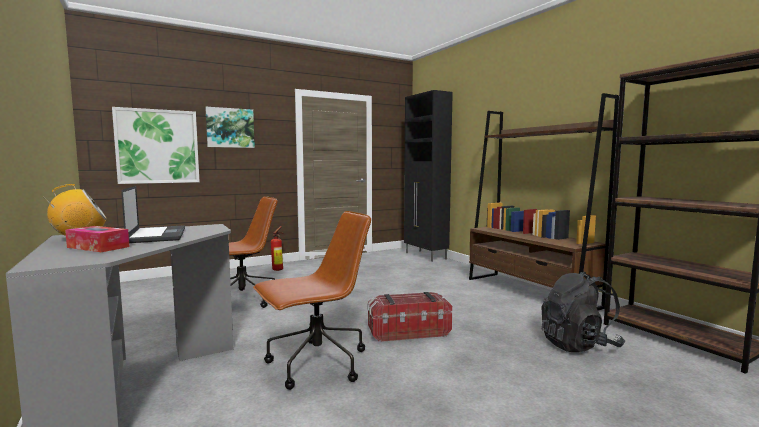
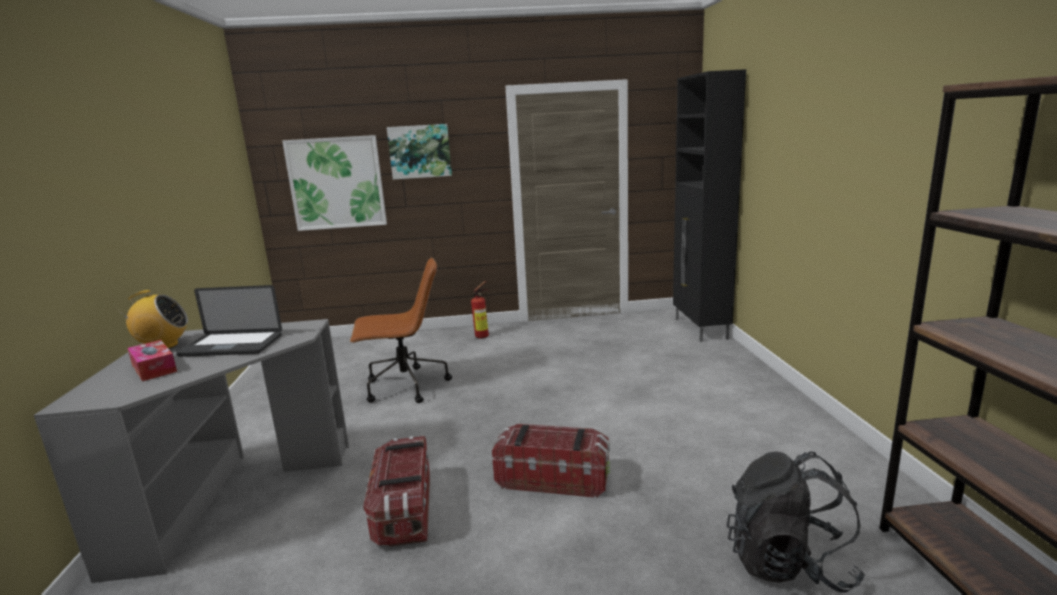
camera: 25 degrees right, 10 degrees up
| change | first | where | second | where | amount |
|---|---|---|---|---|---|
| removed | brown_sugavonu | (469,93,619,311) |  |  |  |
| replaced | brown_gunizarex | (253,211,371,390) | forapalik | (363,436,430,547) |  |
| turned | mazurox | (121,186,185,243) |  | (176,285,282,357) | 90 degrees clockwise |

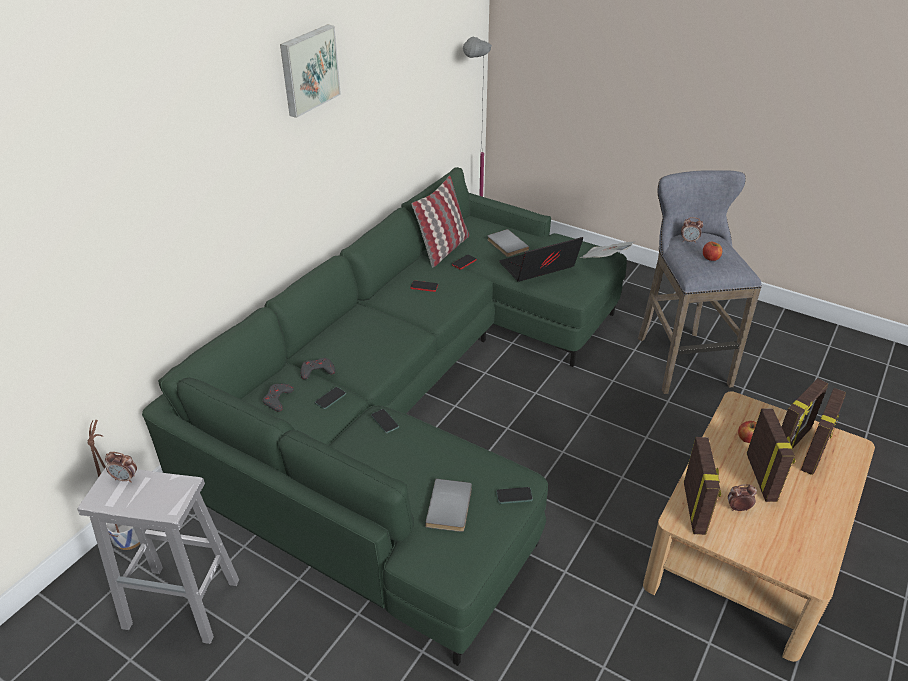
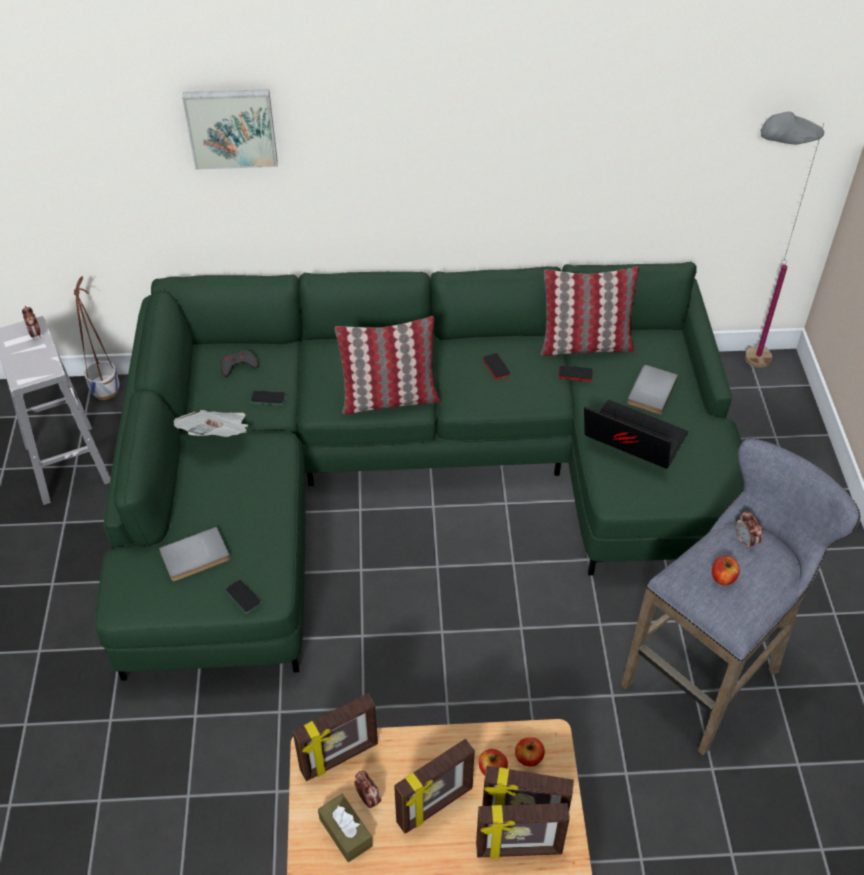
camera: 55 degrees right, 10 degrees up
| change | first | where | second | where | amount |
|---|---|---|---|---|---|
| removed | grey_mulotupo | (300,358,335,379) |  |  |  |
| removed | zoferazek | (371,409,399,433) |  |  |  |
| added |  |  | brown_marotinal | (318,794,373,862) |  |
| added |  |  | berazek | (335,316,440,414) |  |
| added |  |  | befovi | (515,738,545,767) |  |
| moved | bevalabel | (280,24,341,118) |  | (182,89,278,170) |  |
| moved | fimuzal | (580,241,635,258) |  | (174,410,248,437) |  |

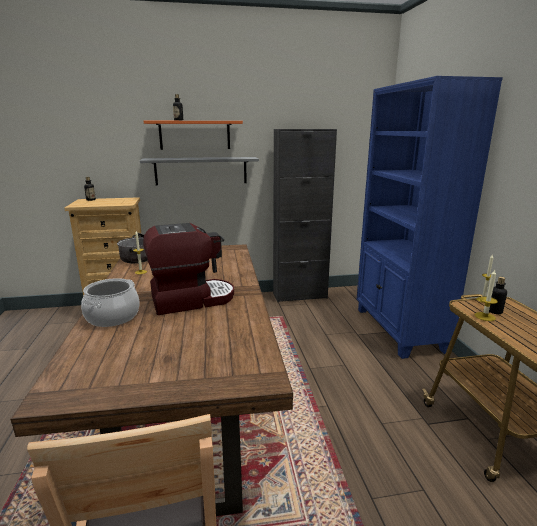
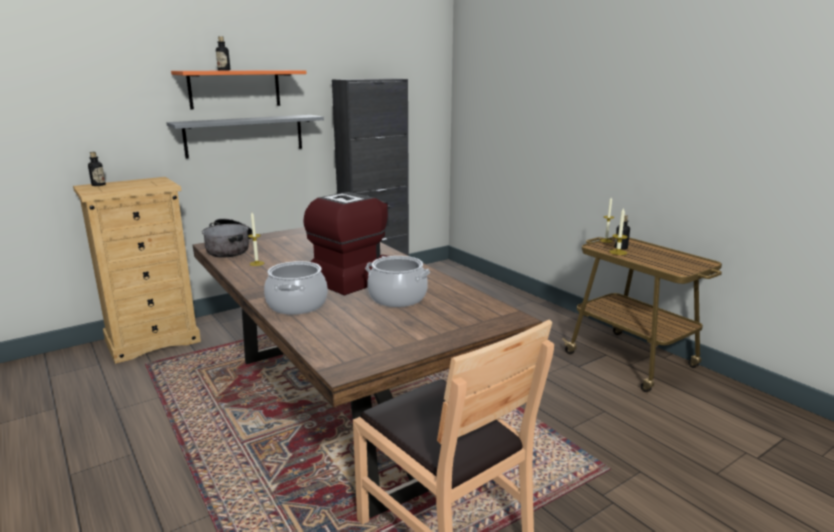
camera: 25 degrees left, 0 degrees up
| change | first | where | second | where | amount |
|---|---|---|---|---|---|
| removed | blue_sugavonu | (357,76,503,359) |  |  |  |
| added |  |  | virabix | (365,256,430,307) |  |

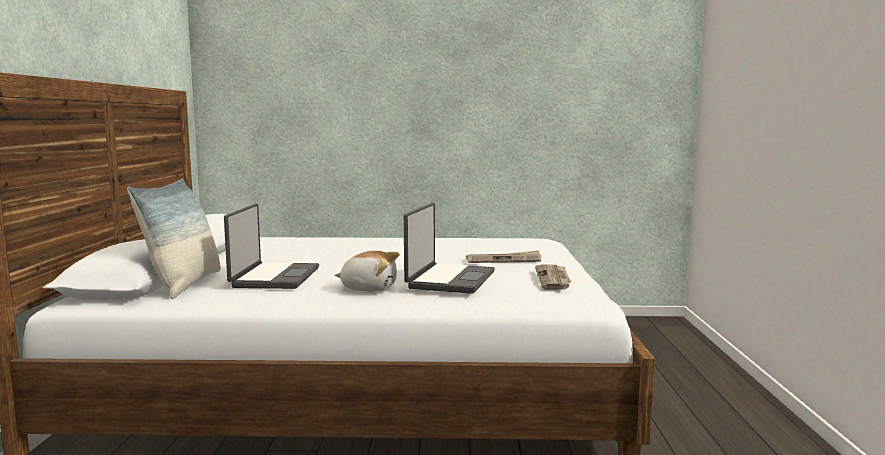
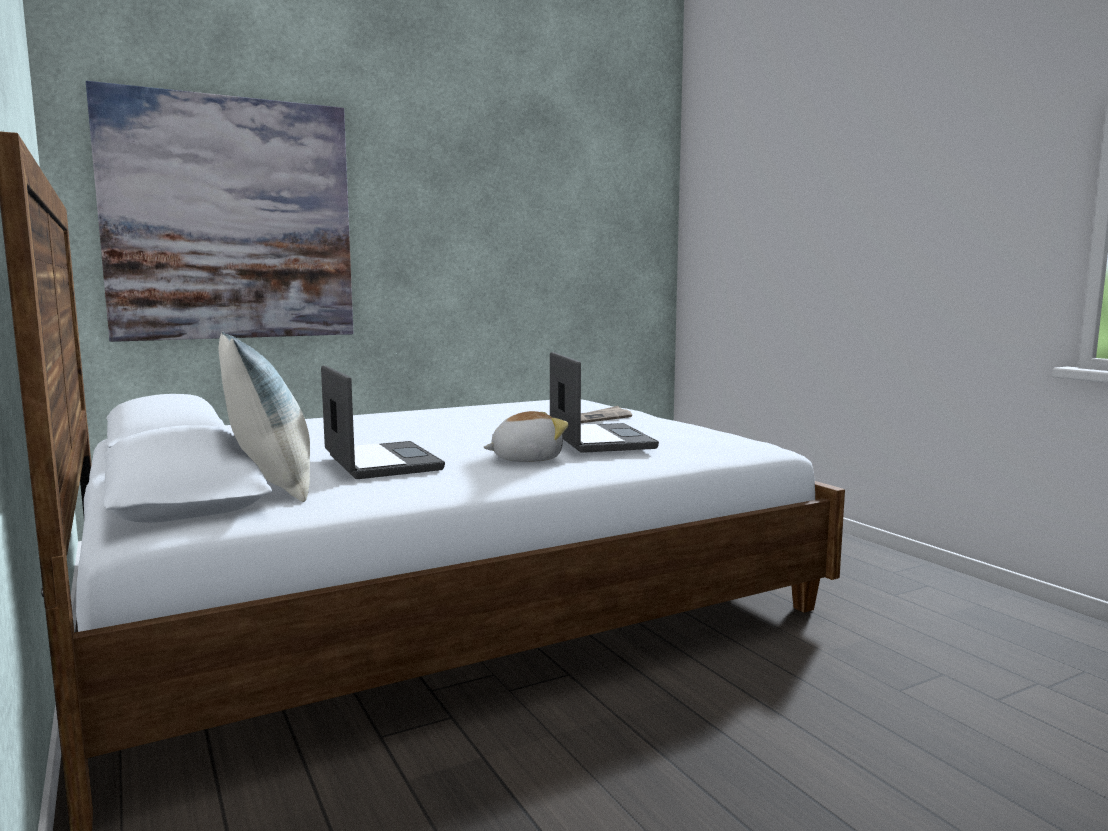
camera: 30 degrees left, 0 degrees up
| change | first | where | second | where | amount |
|---|---|---|---|---|---|
| removed | fimuzal | (535,264,571,290) |  |  |  |
| added |  |  | bevalabel | (86,81,353,342) |  |

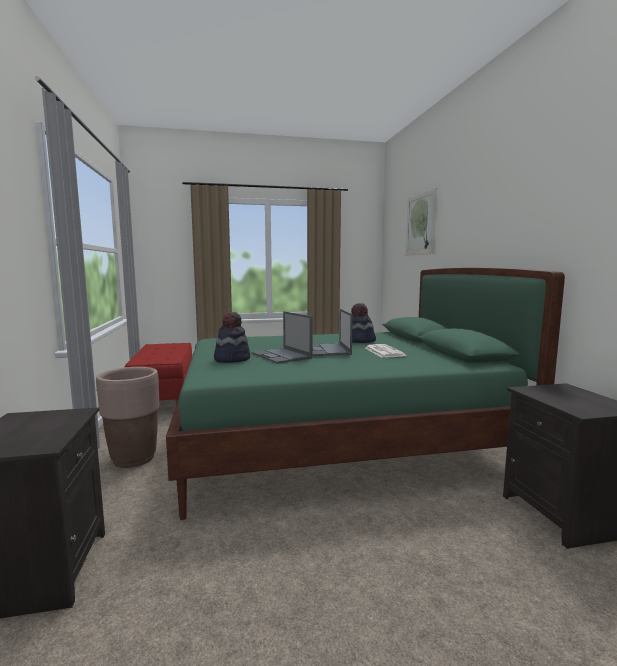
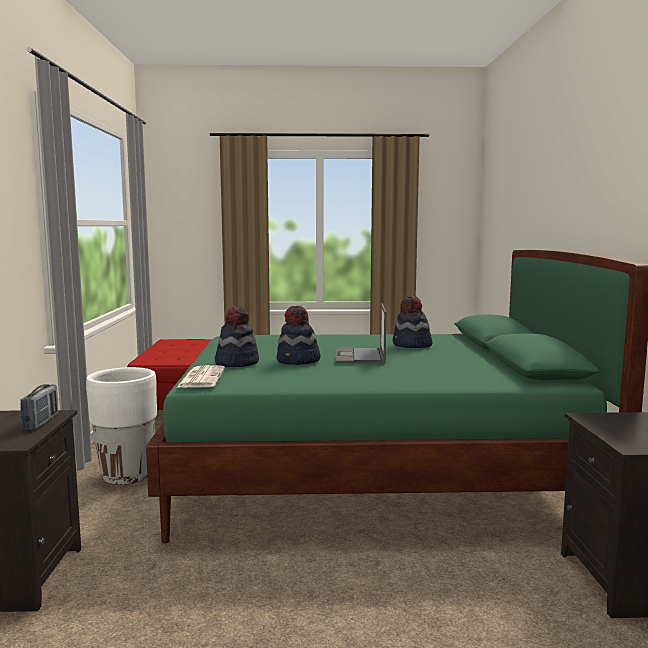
camera: 10 degrees right, 0 degrees up
| change | first | where | second | where | amount |
|---|---|---|---|---|---|
| removed | bevalabel | (406,188,437,256) |  |  |  |
| added |  |  | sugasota | (20,384,58,431) |  |
| moved | fimuzal | (365,344,407,358) |  | (177,365,225,388) |  |
| replaced | mazurox | (251,311,312,364) | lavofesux | (277,306,321,365) |  |
| recoloured | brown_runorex | (96,367,160,468) | white_runorex | (86,367,157,485) |  |

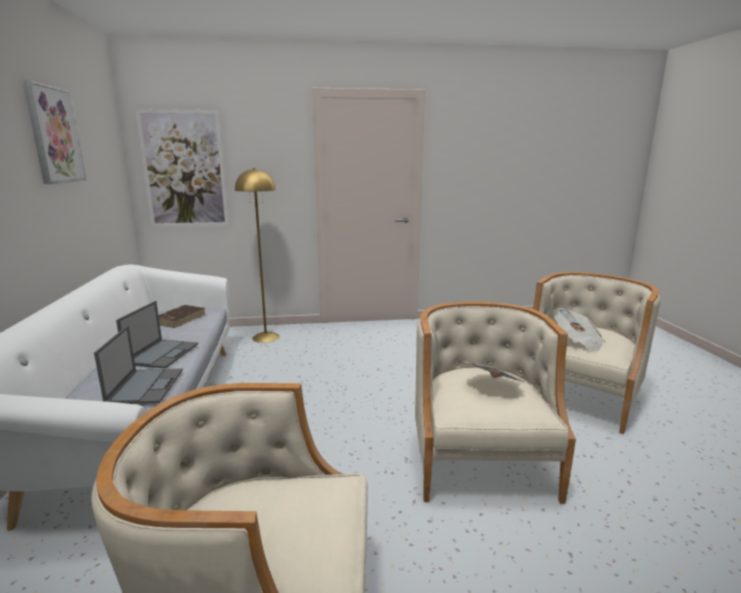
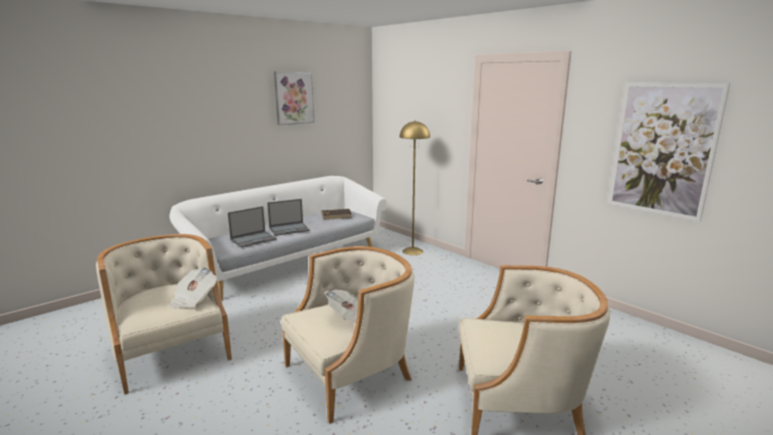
camera: 55 degrees right, 0 degrees up
| change | first | where | second | where | amount |
|---|---|---|---|---|---|
| moved | bevalabel | (135,109,229,227) |  | (608,82,730,221) |  |
| moved | fimuzal | (555,308,605,352) |  | (169,267,217,309) |  |

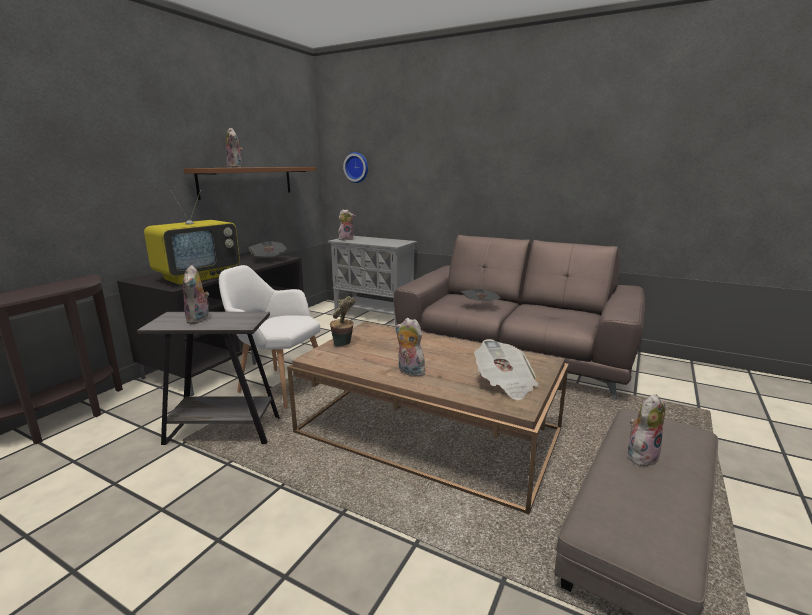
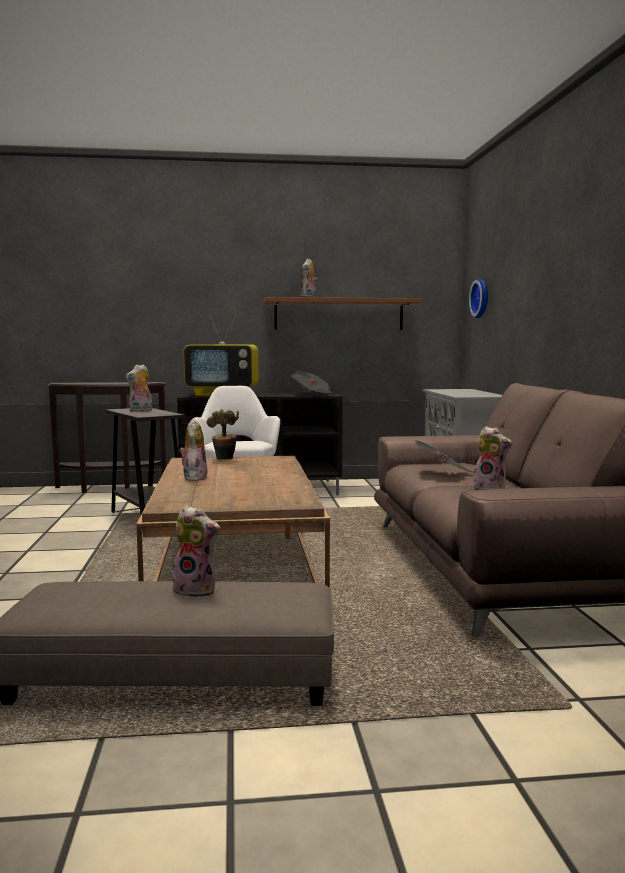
camera: 55 degrees right, 10 degrees down
| change | first | where | second | where | amount |
|---|---|---|---|---|---|
| removed | fimuzal | (474,339,539,400) |  |  |  |
| moved | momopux | (339,209,355,240) |  | (473,426,512,490) |  |

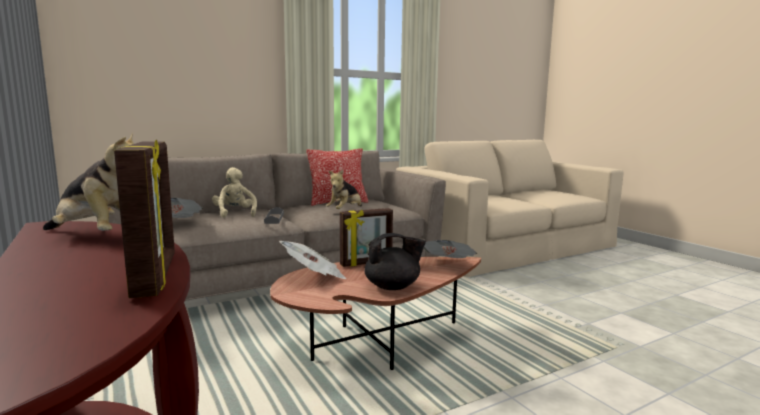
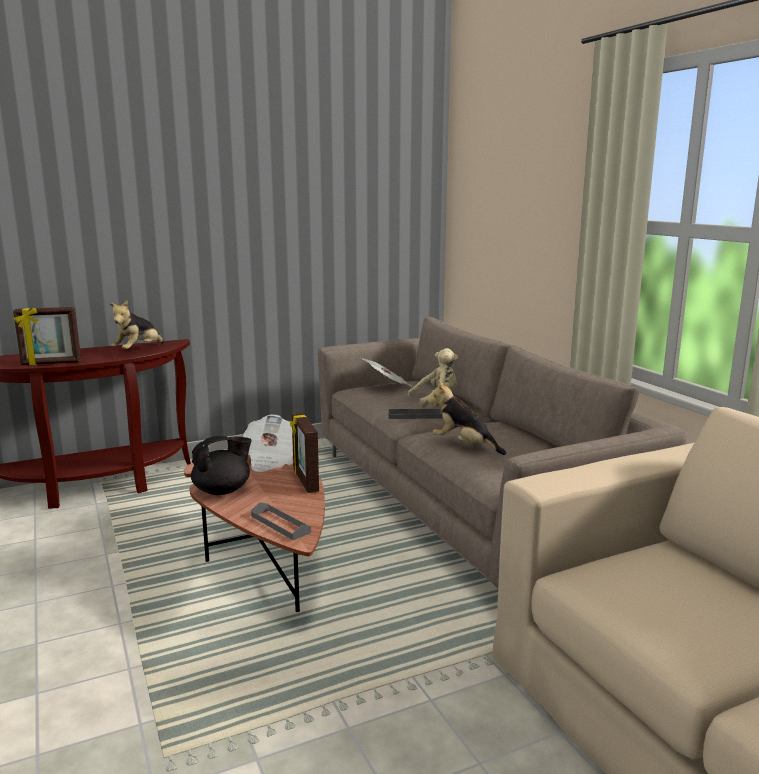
camera: 95 degrees right, 5 degrees up
| change | first | where | second | where | amount |
|---|---|---|---|---|---|
| removed | berazek | (306,148,368,206) |  |  |  |
| replaced | fimuzal | (423,240,477,258) | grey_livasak | (251,502,311,540) |  |
| turned | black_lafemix | (364,233,426,290) |  | (191,436,252,495) | 120 degrees counterclockwise |

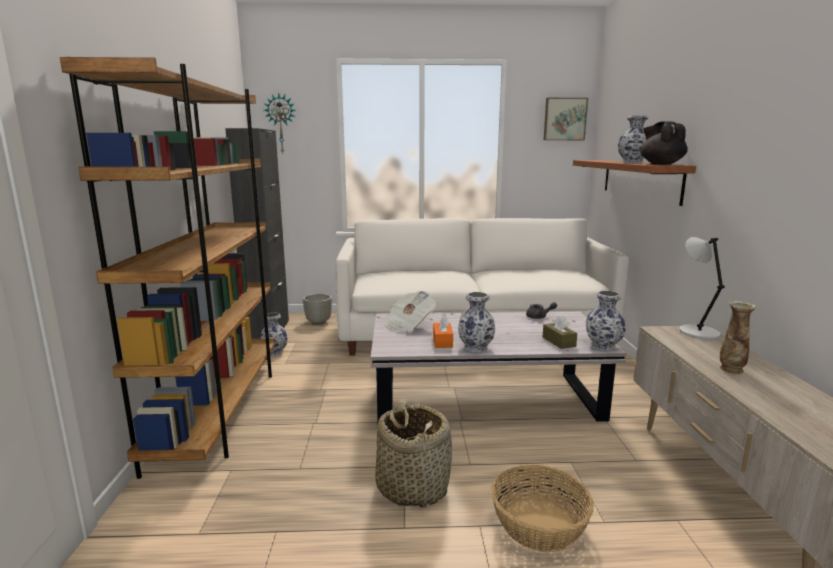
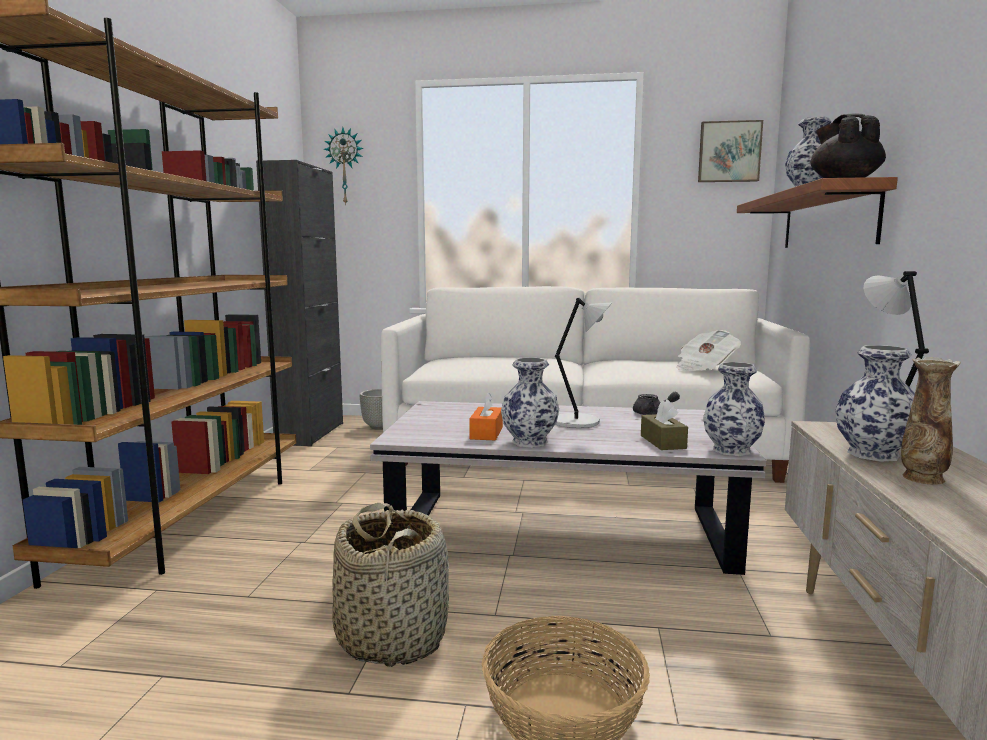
camera: 10 degrees right, 5 degrees down
| change | first | where | second | where | amount |
|---|---|---|---|---|---|
| added |  |  | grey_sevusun | (555,297,612,428) |  |
| moved | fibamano | (260,313,287,356) |  | (835,345,915,461) |  |
| moved | fimuzal | (383,291,436,332) |  | (676,330,741,371) |  |

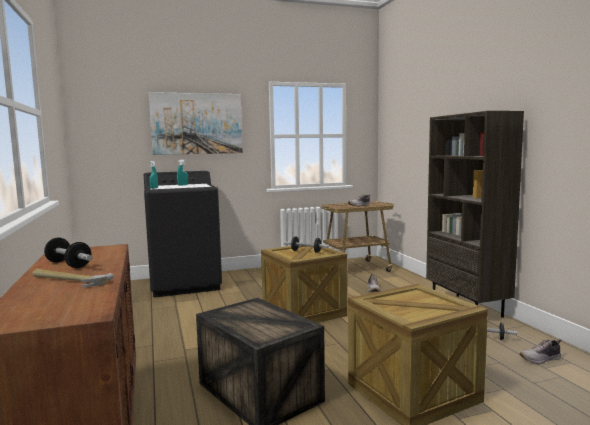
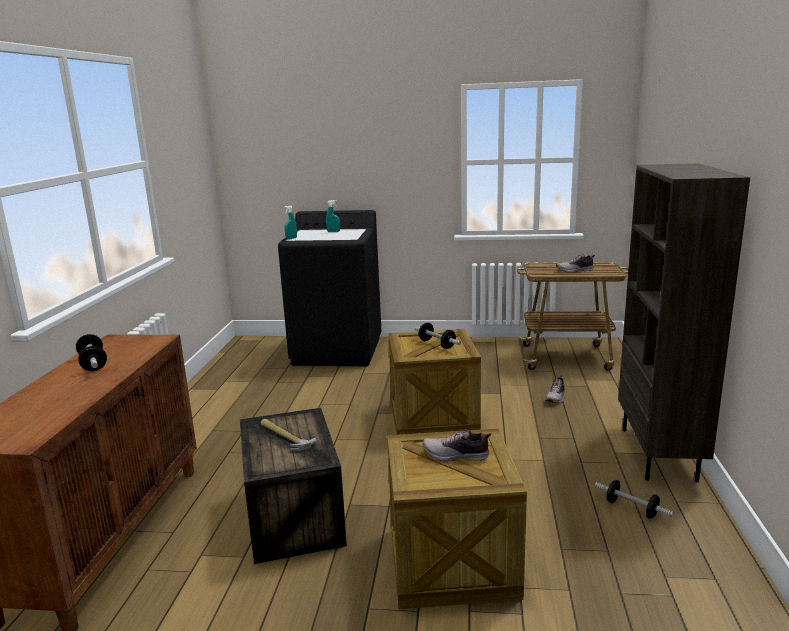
camera: 25 degrees right, 10 degrees up
| change | first | where | second | where | amount |
|---|---|---|---|---|---|
| removed | bevalabel | (149,92,243,155) |  |  |  |
| moved | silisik | (33,269,114,287) |  | (261,419,317,451) |  |
| moved | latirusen | (519,339,561,364) |  | (423,430,491,461) |  |

